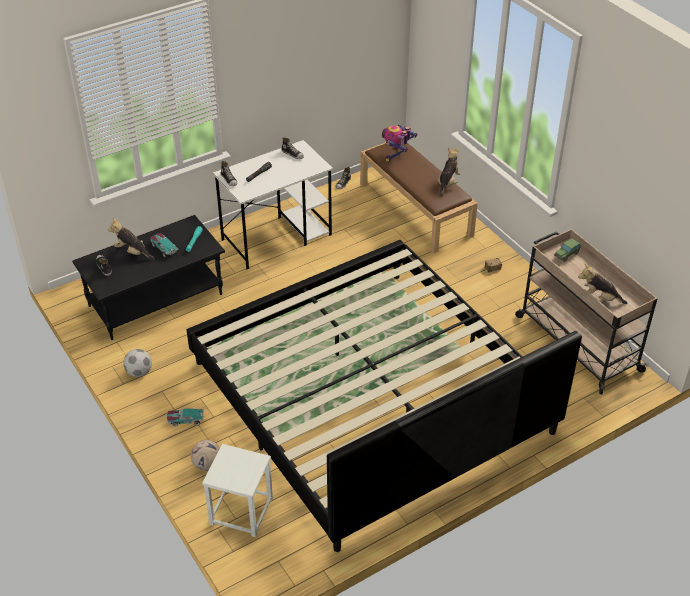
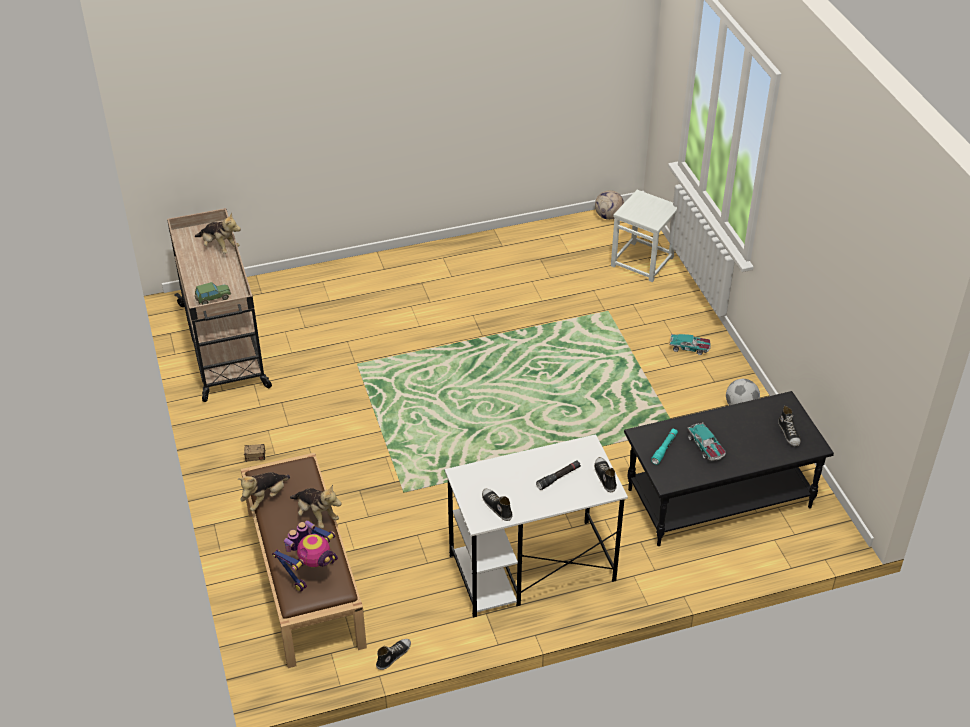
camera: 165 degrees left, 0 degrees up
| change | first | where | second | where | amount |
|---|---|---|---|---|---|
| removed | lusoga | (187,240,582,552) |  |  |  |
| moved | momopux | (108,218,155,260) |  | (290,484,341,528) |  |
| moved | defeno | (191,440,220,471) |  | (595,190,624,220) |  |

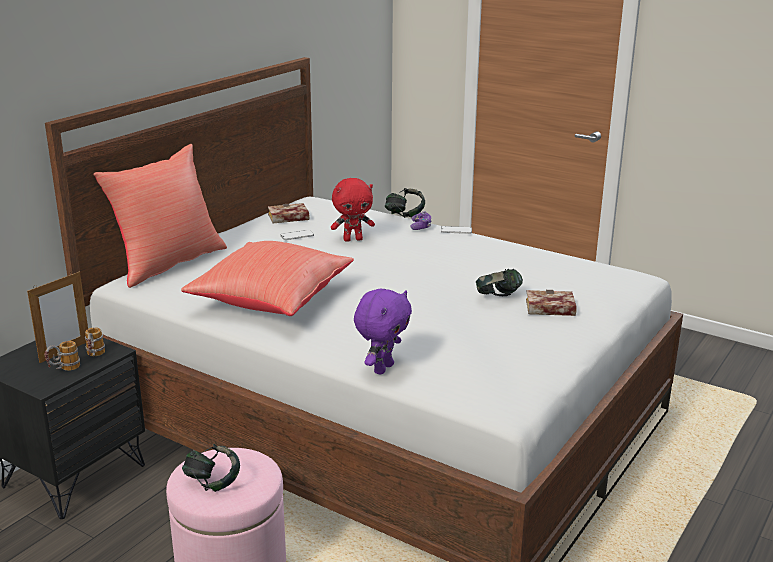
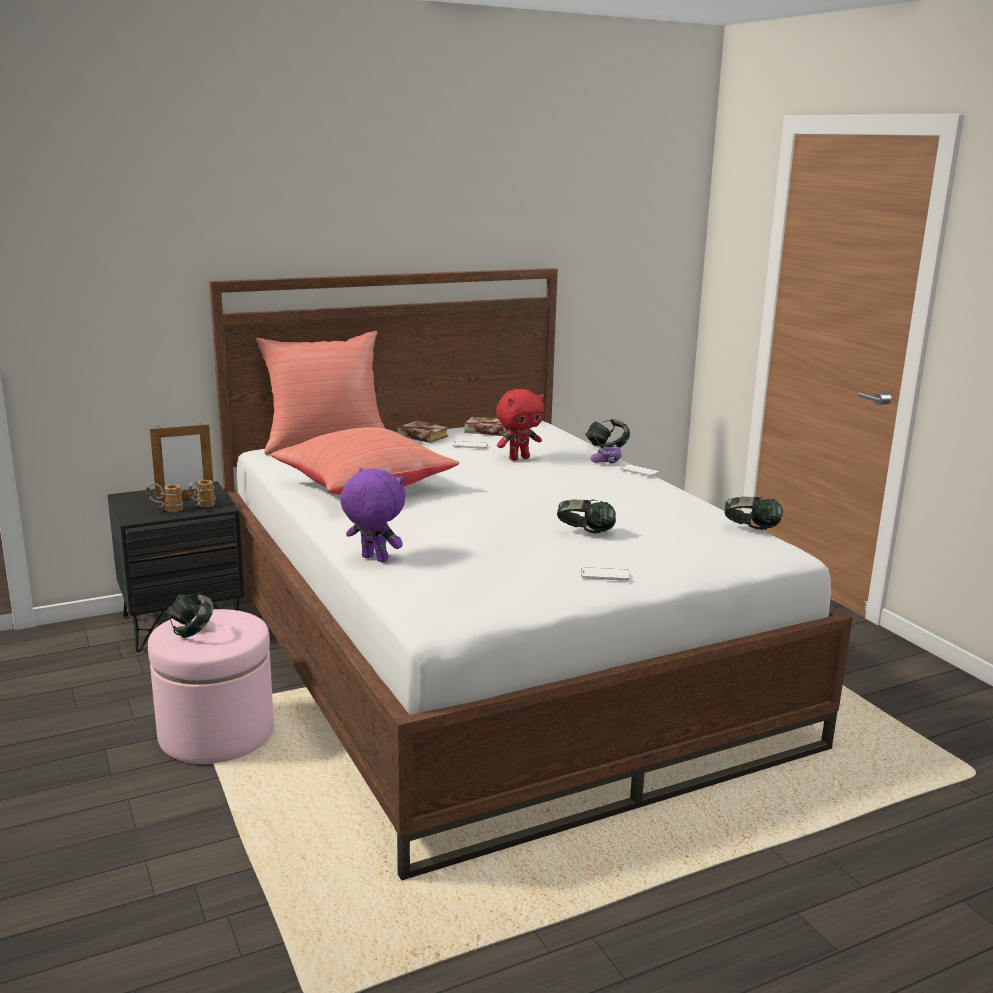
camera: 30 degrees right, 5 degrees down
| change | first | where | second | where | amount |
|---|---|---|---|---|---|
| added |  |  | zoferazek | (581,567,630,581) |  |
| added |  |  | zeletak | (725,497,783,530) |  |
| moved | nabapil | (526,290,577,316) |  | (398,421,448,443) |  |
| turned | red_momopux | (331,178,375,242) |  | (496,389,544,461) | 45 degrees counterclockwise |
| turned | purple_momopux | (354,289,412,375) |  | (340,468,406,563) | 120 degrees counterclockwise |

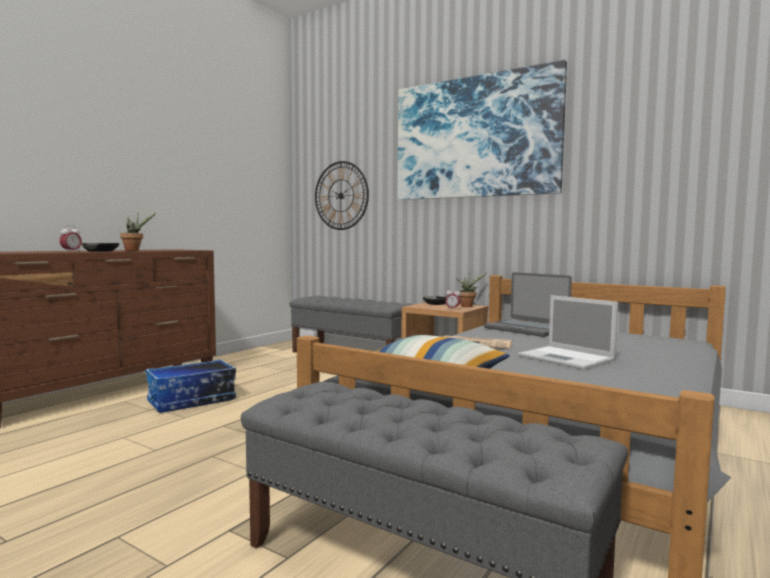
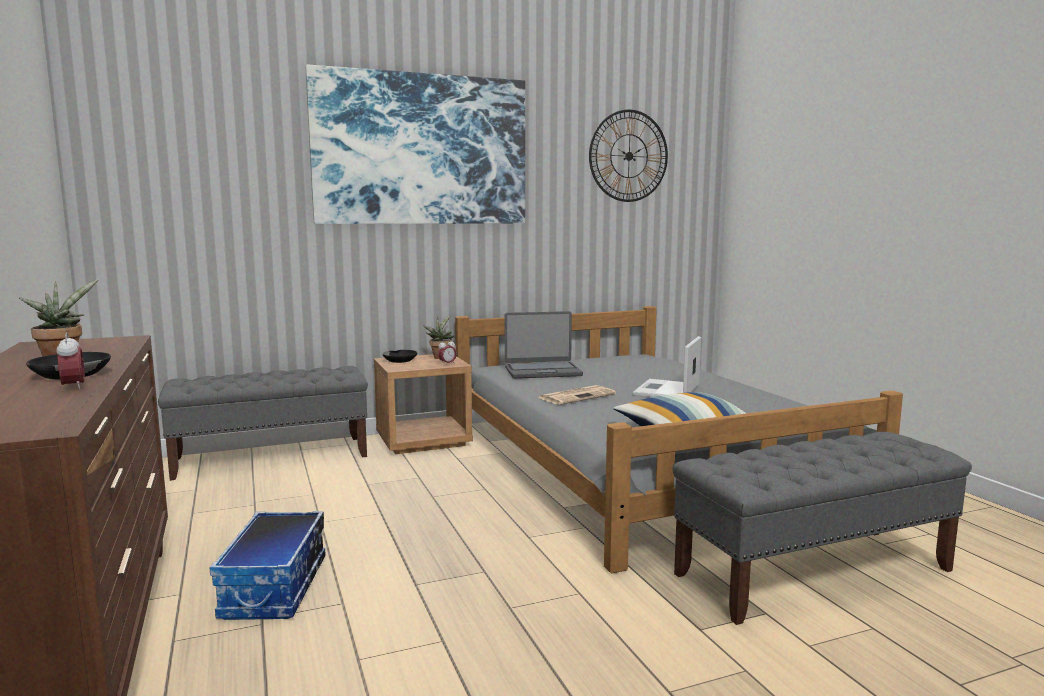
camera: 55 degrees left, 5 degrees up
| change | first | where | second | where | amount |
|---|---|---|---|---|---|
| moved | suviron | (315,161,369,230) |  | (589,110,668,202) |  |
| turned | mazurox | (518,295,618,370) |  | (633,336,701,397) | 120 degrees clockwise |

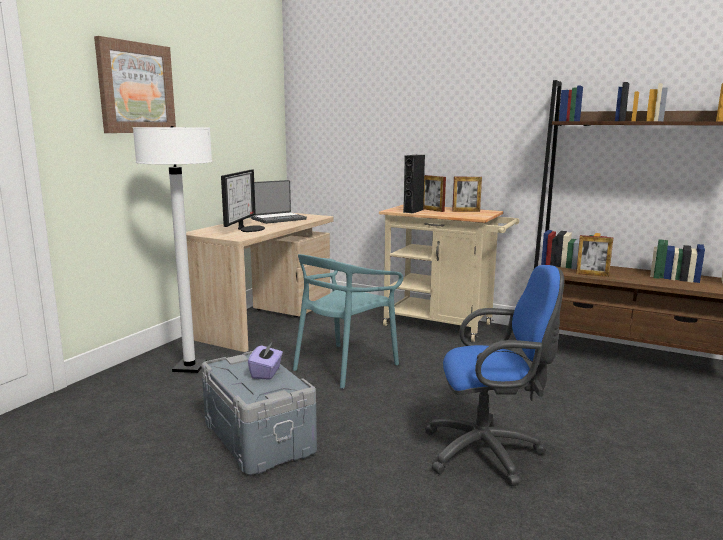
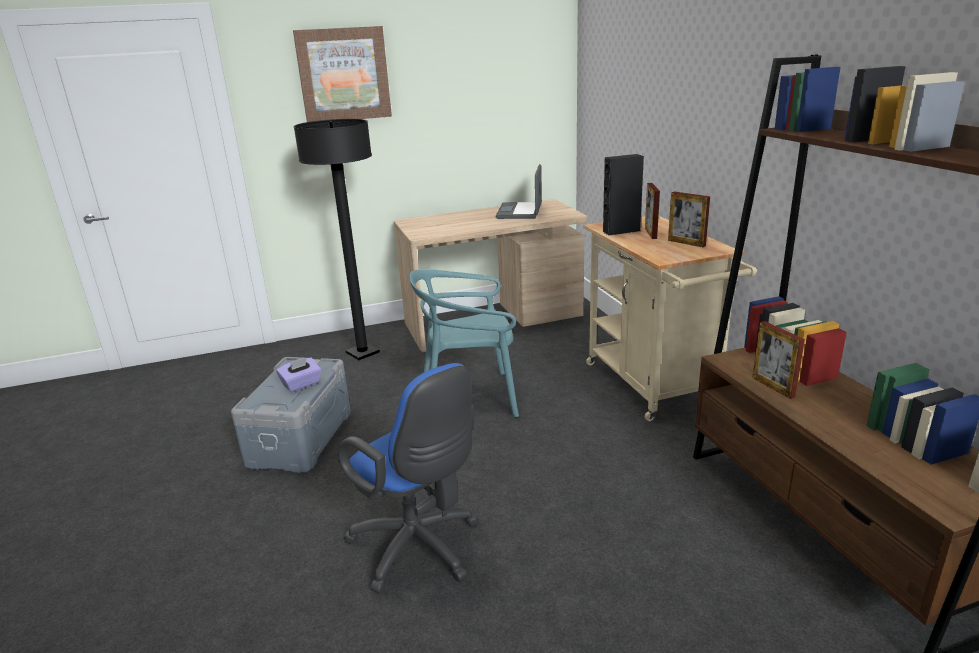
camera: 45 degrees right, 10 degrees up
| change | first | where | second | where | amount |
|---|---|---|---|---|---|
| removed | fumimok | (221,170,265,232) |  |  |  |
| recoloured | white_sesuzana | (133,126,212,373) | black_sesuzana | (294,119,380,360) |  |
| turned | mazurox | (251,180,307,224) |  | (496,164,542,219) | 90 degrees clockwise |

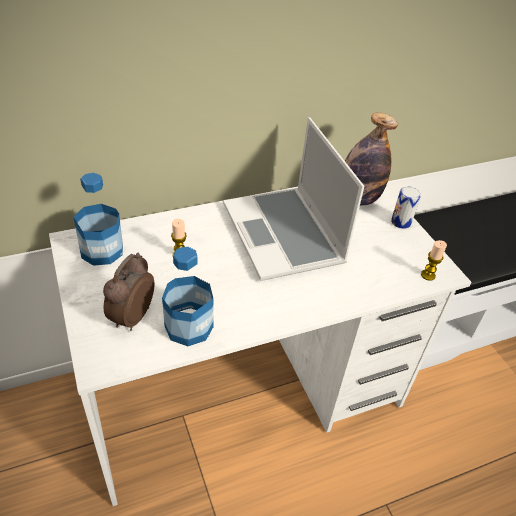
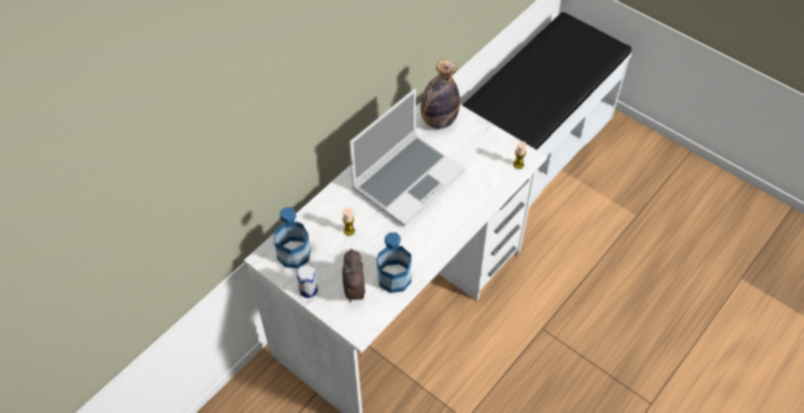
camera: 25 degrees left, 10 degrees up
| change | first | where | second | where | amount |
|---|---|---|---|---|---|
| moved | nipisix | (391,186,421,229) |  | (296,265,318,298) |  |
| turned | mazurox | (223,117,365,281) |  | (349,88,465,226) | 90 degrees counterclockwise |

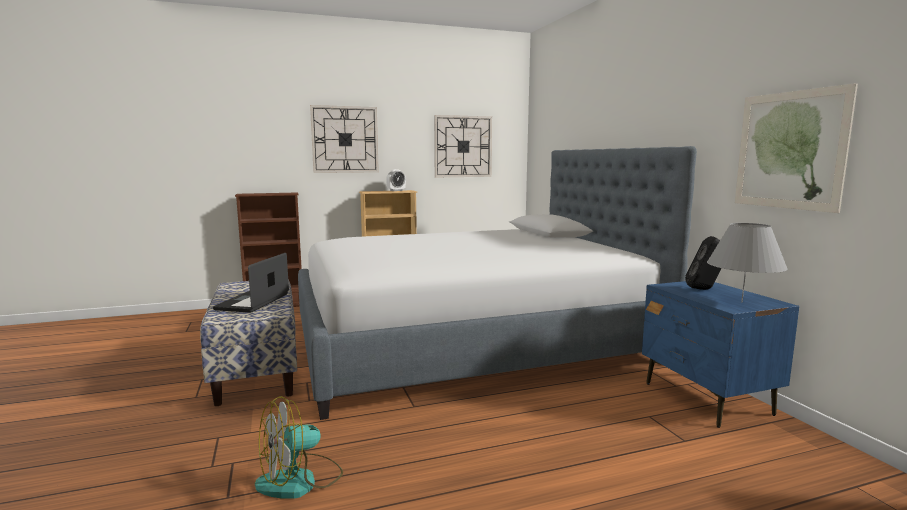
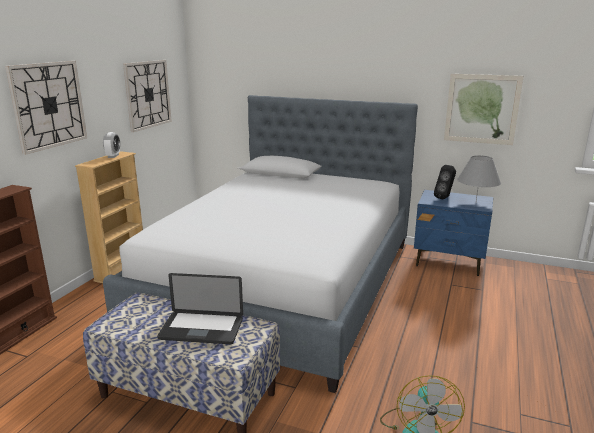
camera: 50 degrees left, 10 degrees up
| change | first | where | second | where | amount |
|---|---|---|---|---|---|
| turned | mazurox | (213,253,289,313) |  | (157,273,243,344) | 45 degrees counterclockwise |

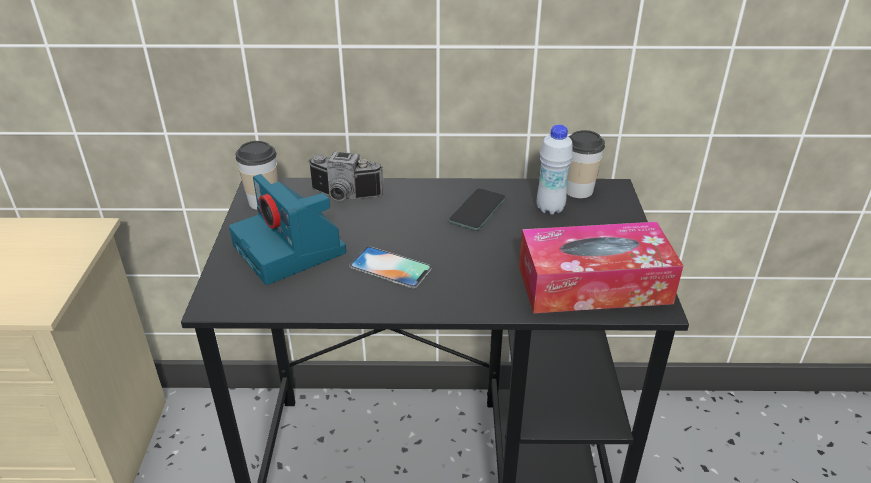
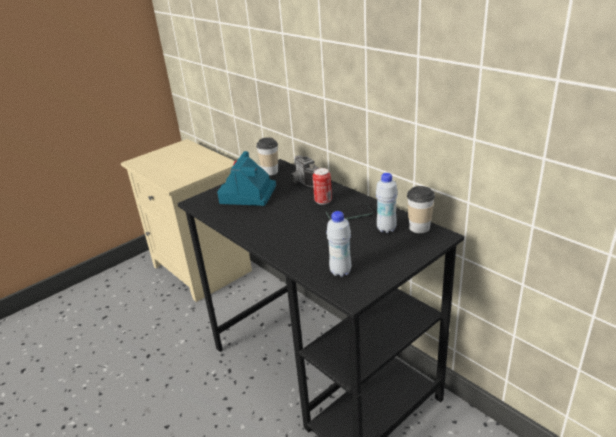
camera: 50 degrees right, 5 degrees down
| change | first | where | second | where | amount |
|---|---|---|---|---|---|
| removed | zoferazek | (349,247,432,288) |  |  |  |
| added |  |  | nipisix | (313,168,332,205) |  |
| replaced | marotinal | (519,222,684,313) | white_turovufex | (327,211,351,277) |  |

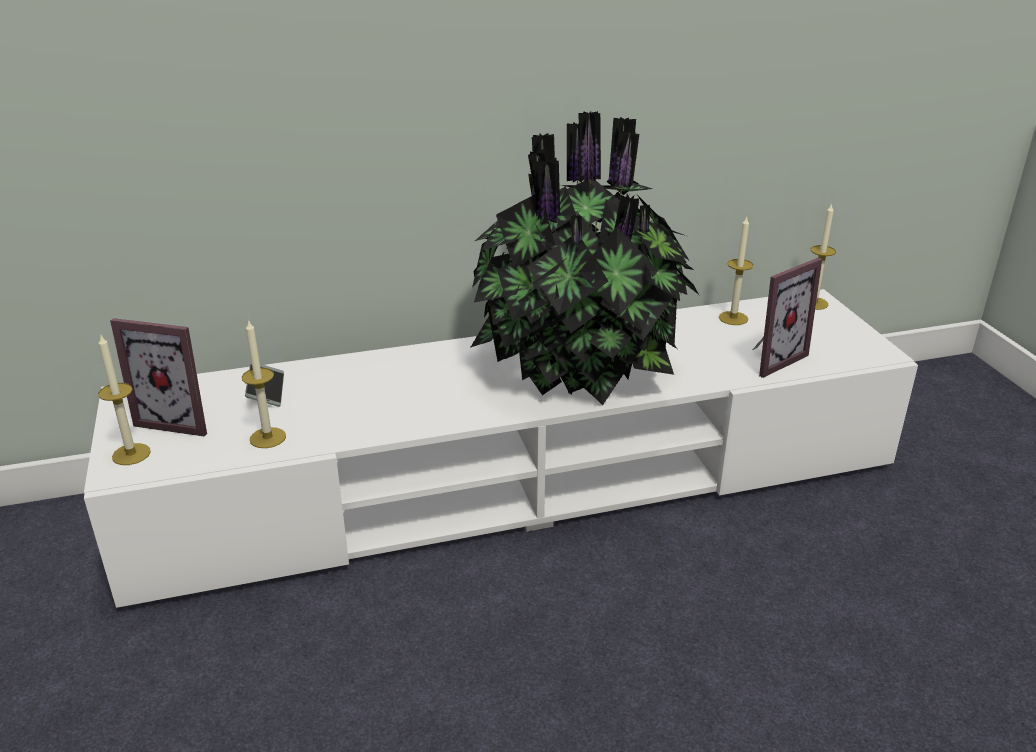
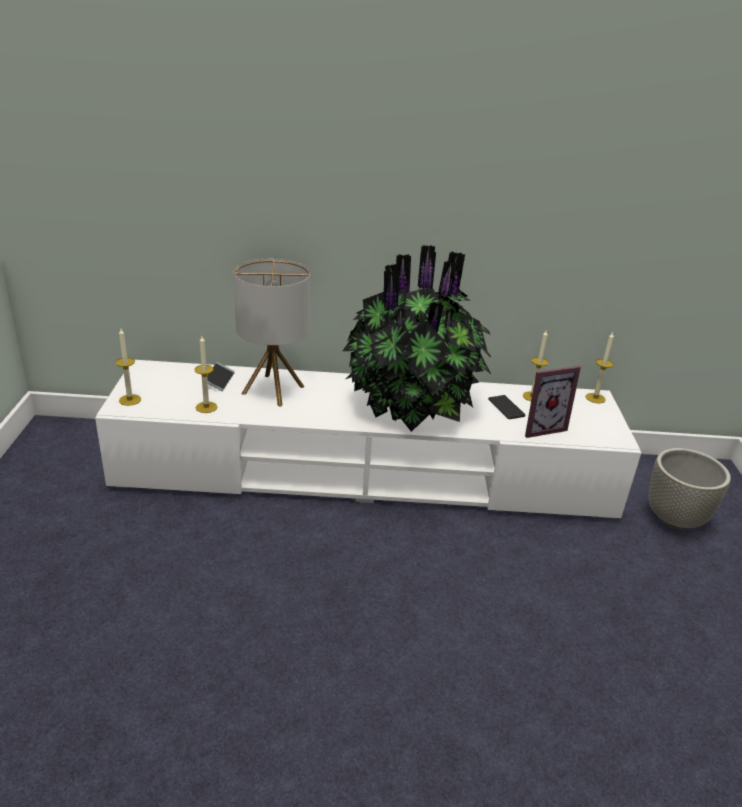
camera: 15 degrees right, 0 degrees up
| change | first | where | second | where | amount |
|---|---|---|---|---|---|
| removed | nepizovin | (110,318,207,437) |  |  |  |
| added |  |  | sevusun | (234,259,310,407) |  |
| added |  |  | zoferazek | (488,395,525,419) |  |
| added |  |  | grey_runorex | (649,448,731,530) |  |

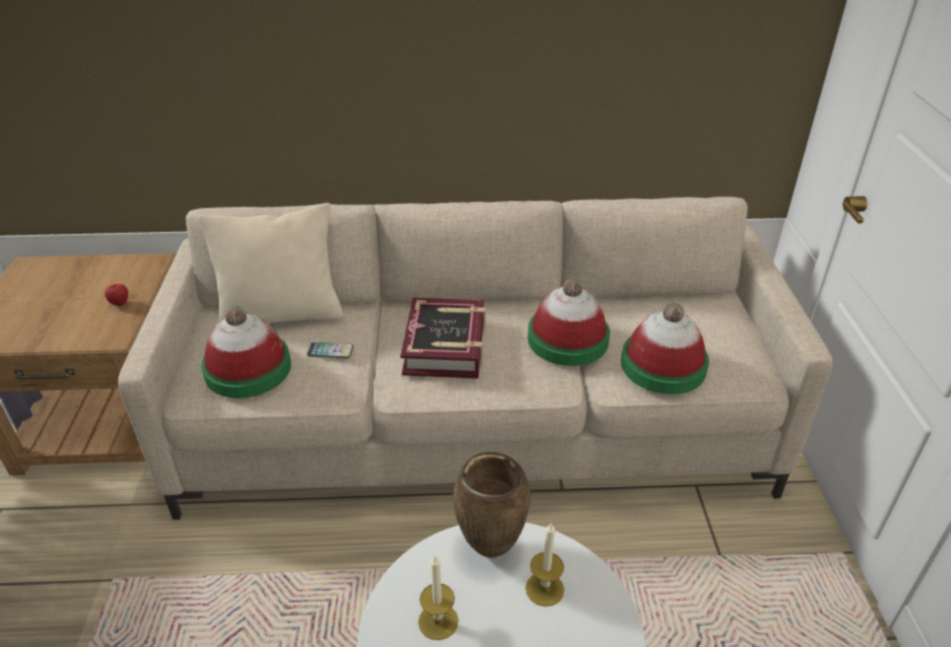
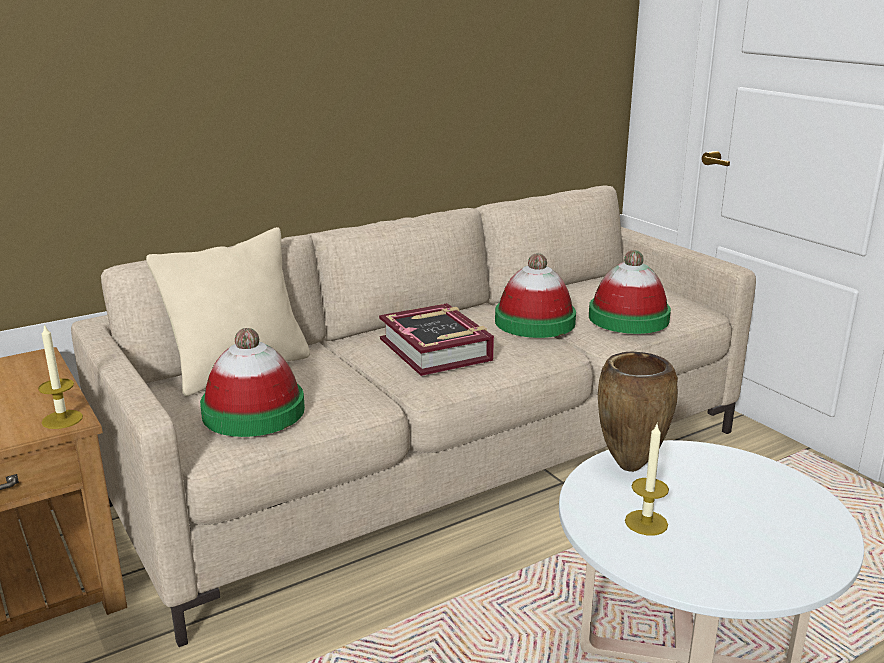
camera: 30 degrees left, 15 degrees down
| change | first | where | second | where | amount |
|---|---|---|---|---|---|
| removed | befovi | (105,284,128,306) |  |  |  |
| removed | zoferazek | (307,342,354,358) |  |  |  |
| moved | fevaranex | (525,523,564,607) |  | (38,324,83,429) |  |

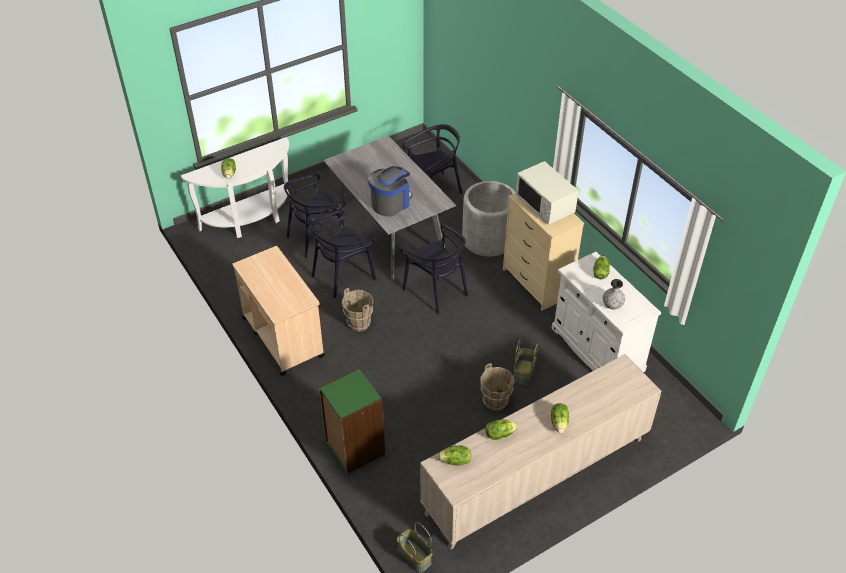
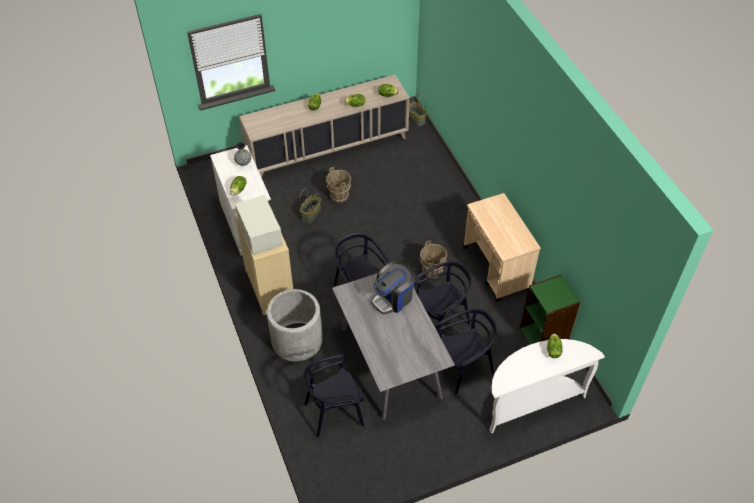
camera: 170 degrees left, 5 degrees up
| change | first | where | second | where | amount |
|---|---|---|---|---|---|
| moved | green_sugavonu | (319,368,385,474) |  | (520,274,581,345) |  |

